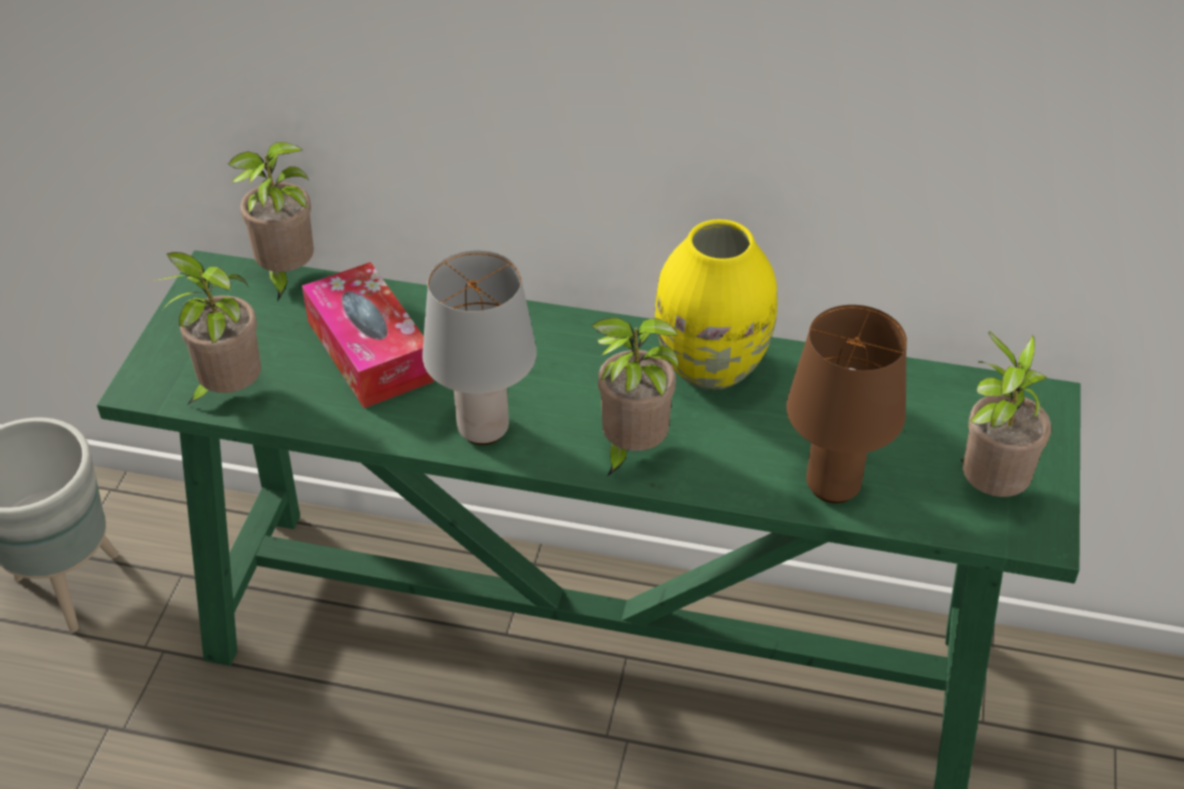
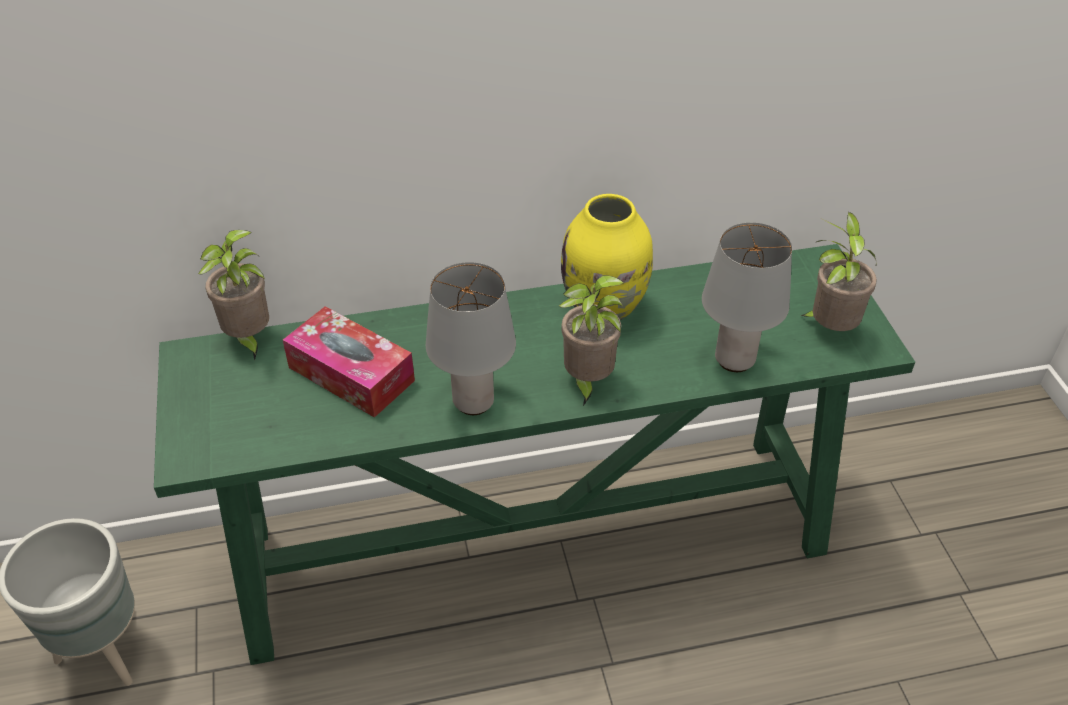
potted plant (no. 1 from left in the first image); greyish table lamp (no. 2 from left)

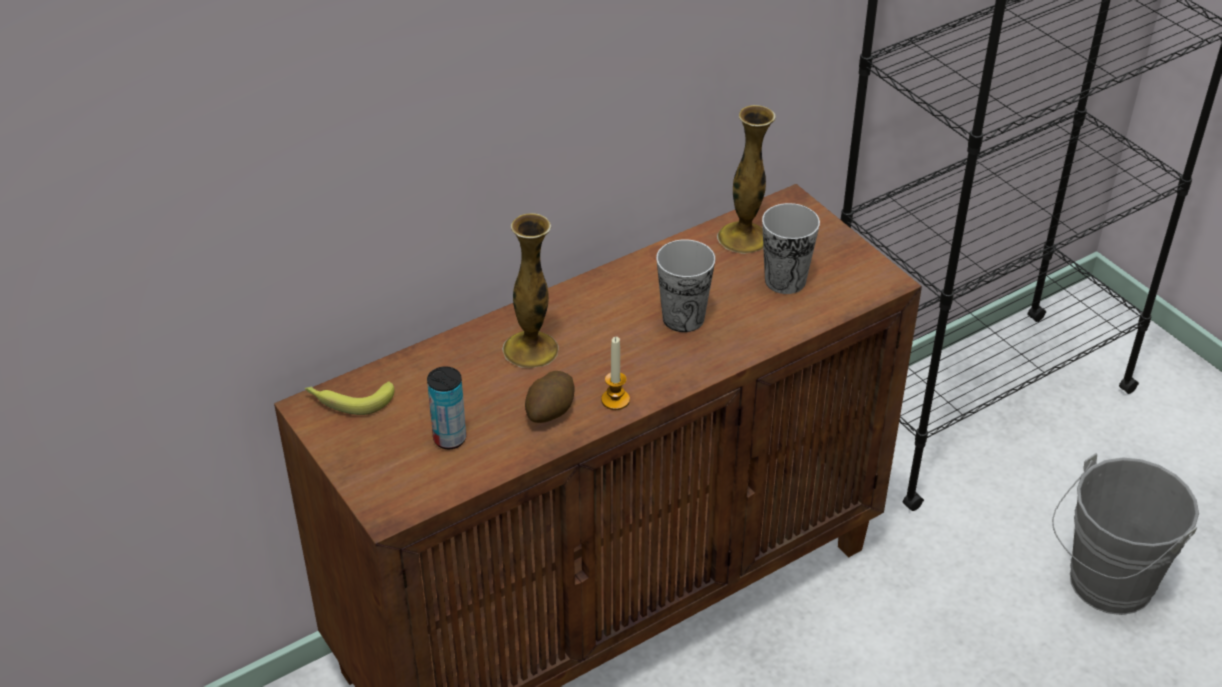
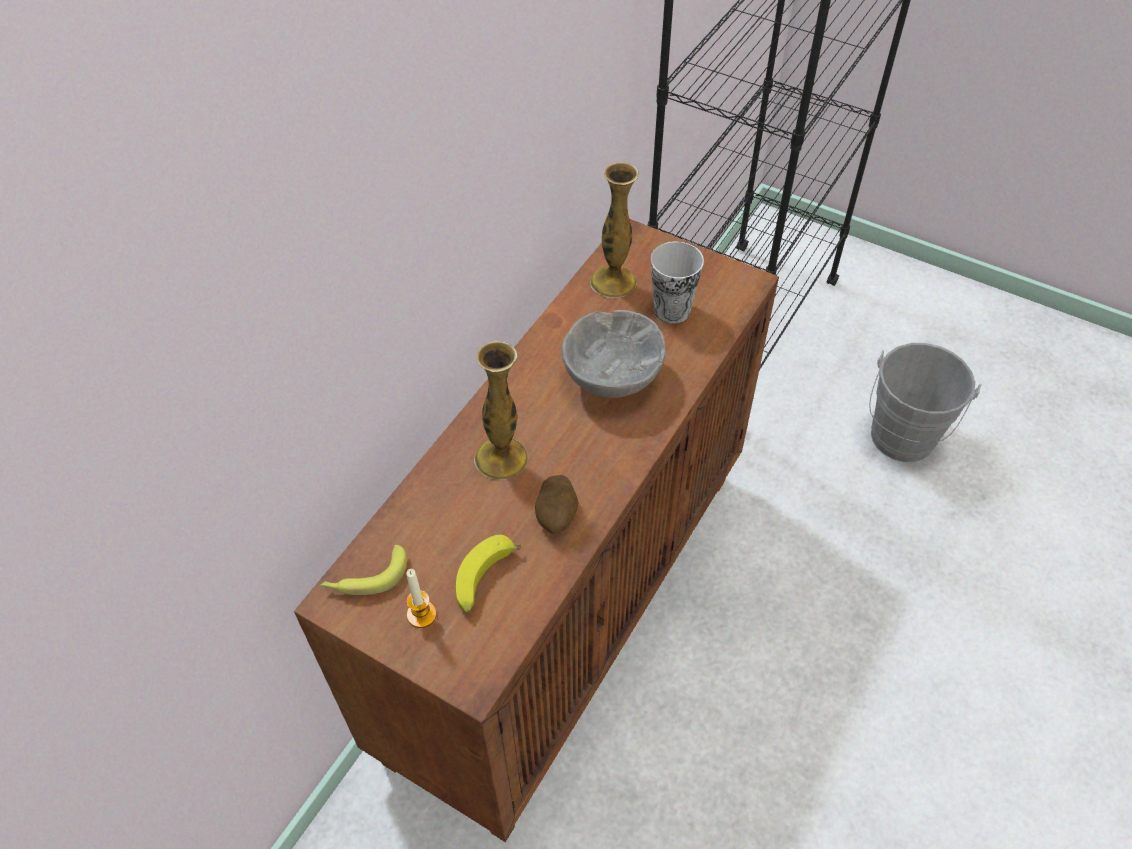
greyish bowl; wax light; whole banana (no. 2 from left)

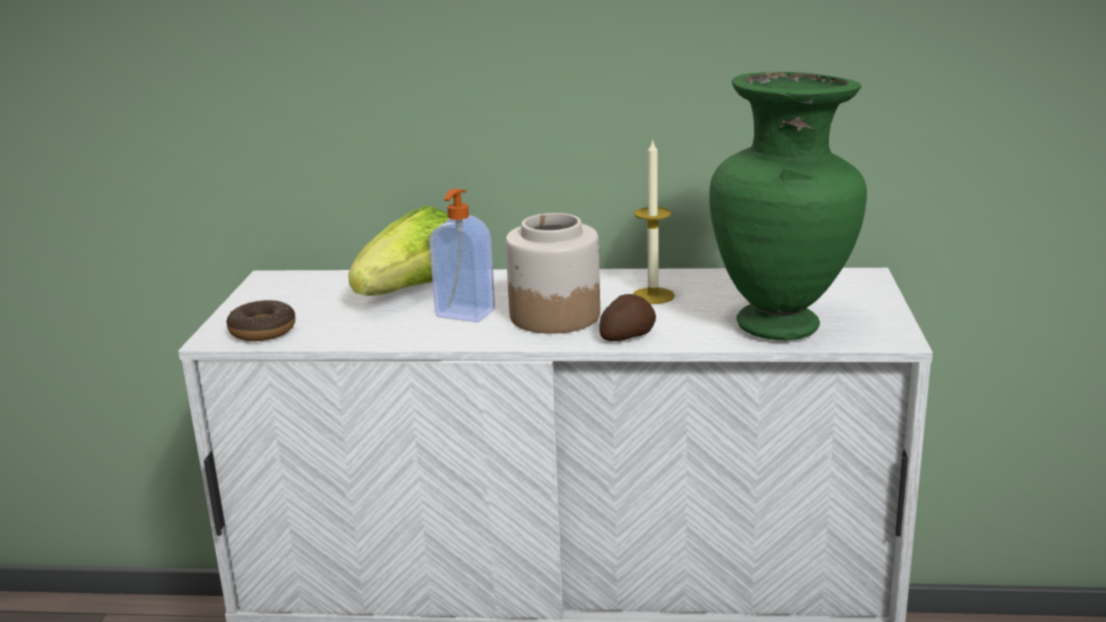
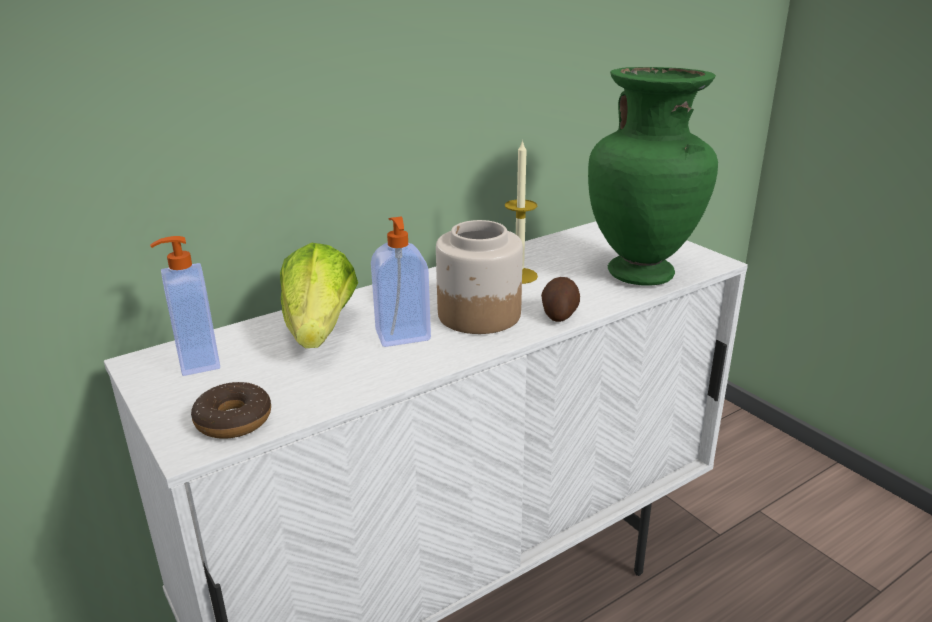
liquid soap bottle (no. 1 from left)

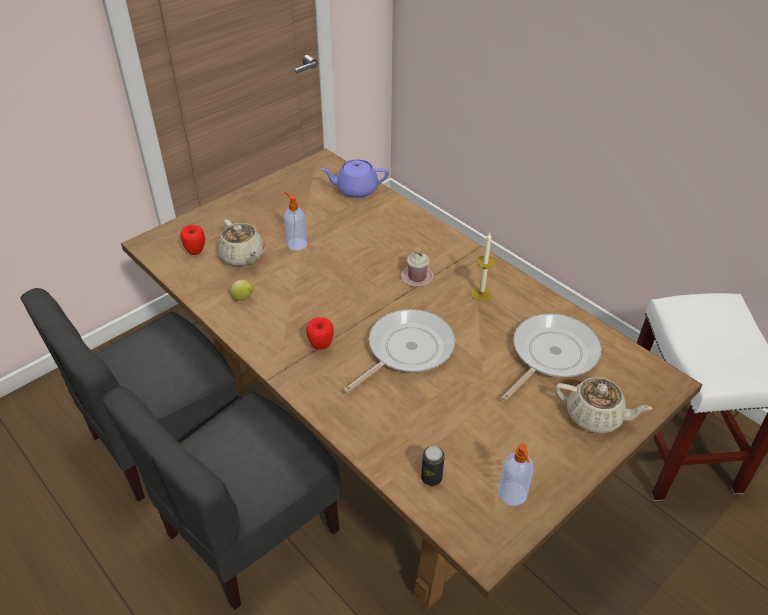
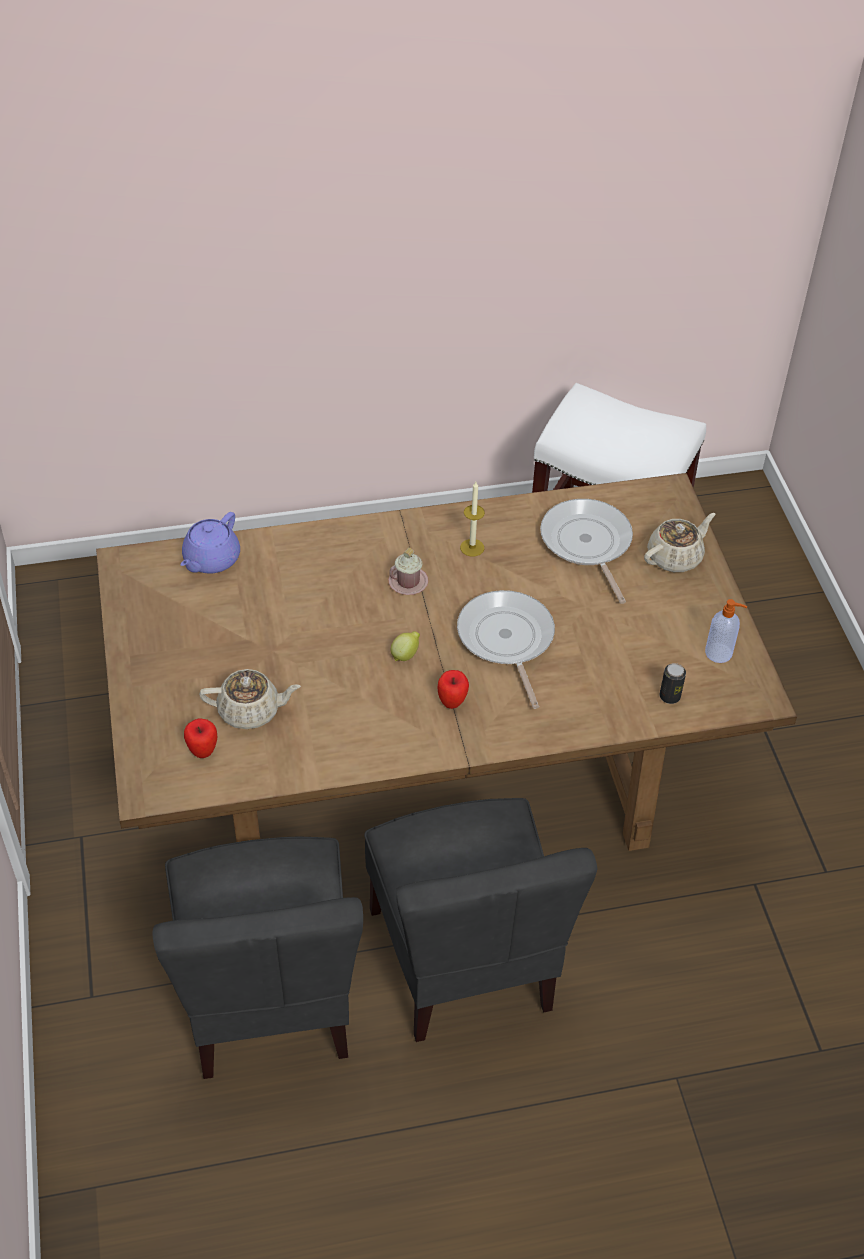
liquid soap bottle (no. 1 from left in the first image); whole lemon

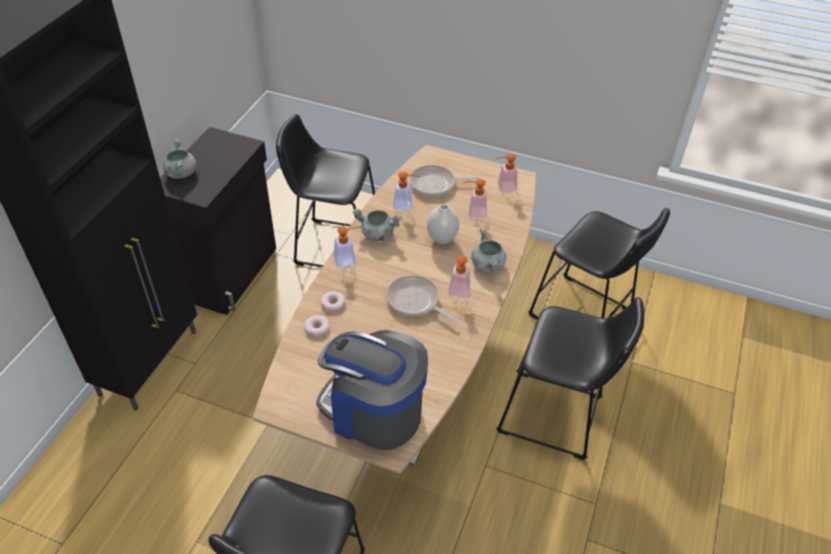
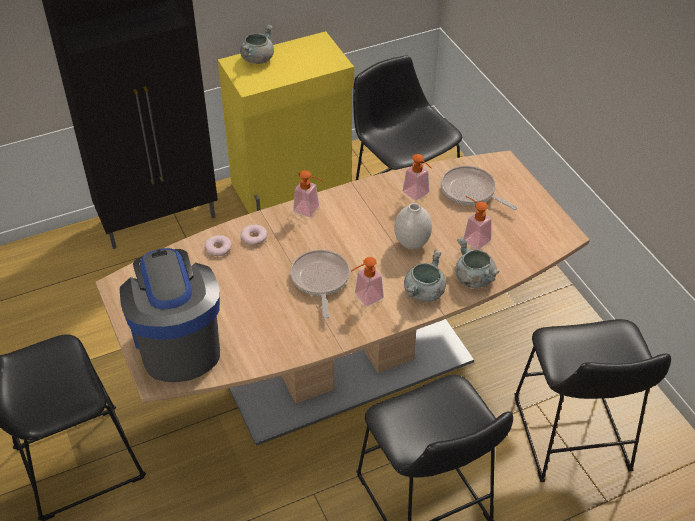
yellow-coloured cabinet; liquid soap bottle (no. 5 from left in the first image); greyish cooking pot (no. 3 from left)

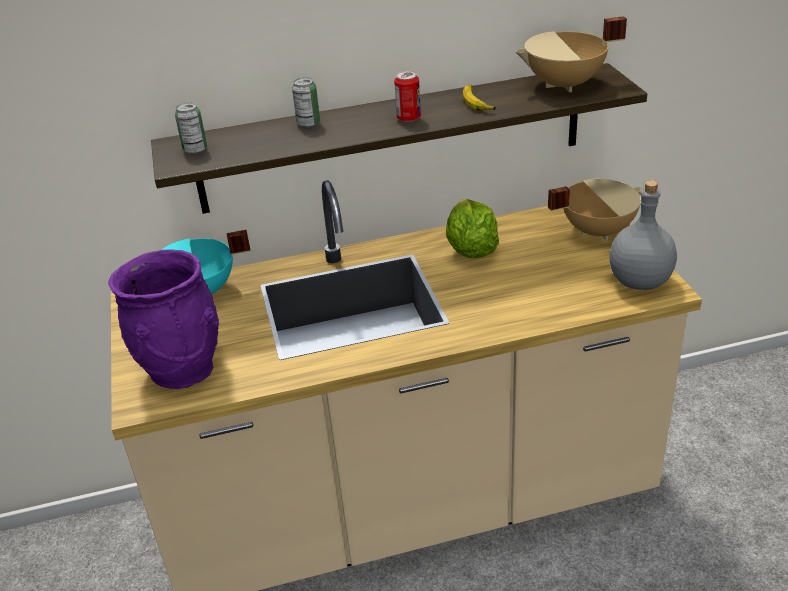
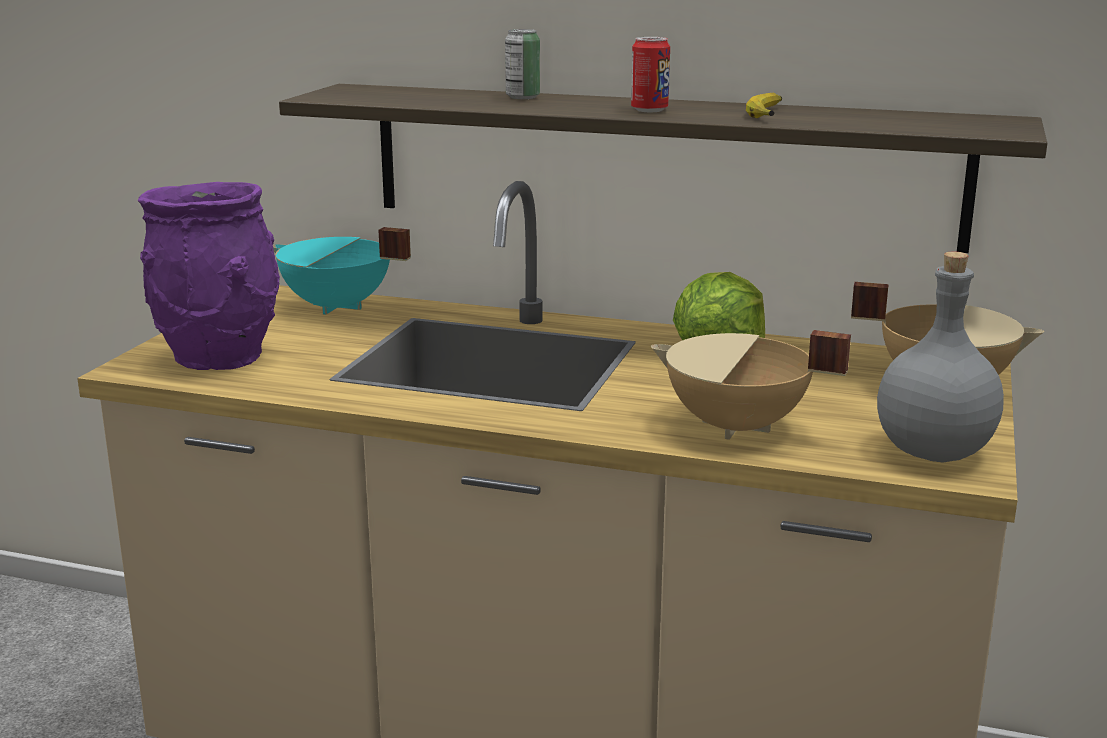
sand-coloured cooking pot (no. 1 from left); sealed can (no. 1 from left in the first image)

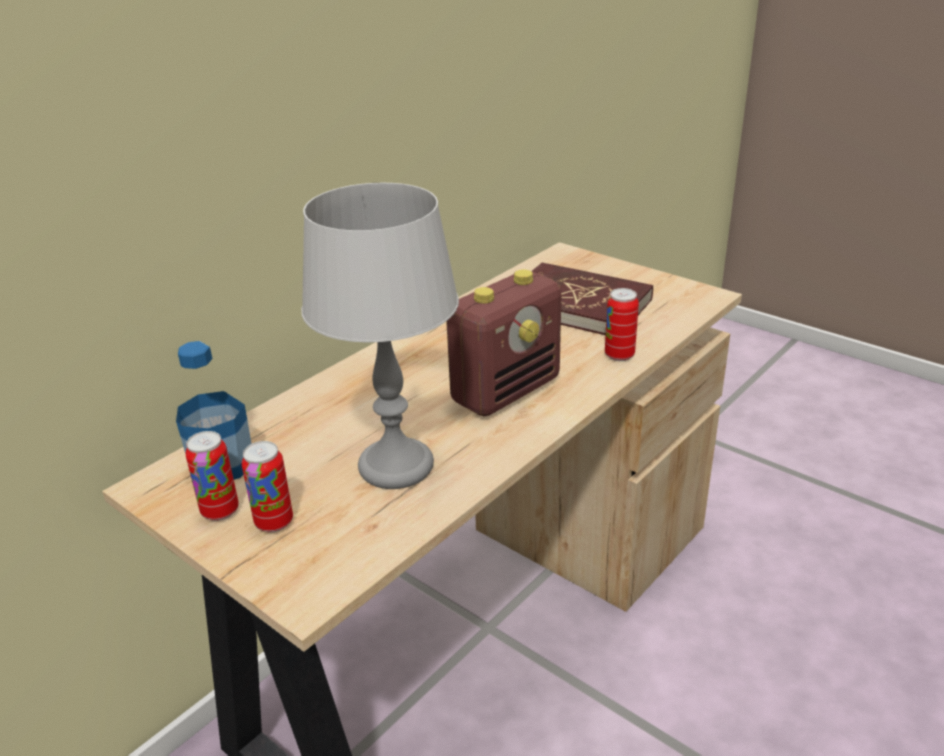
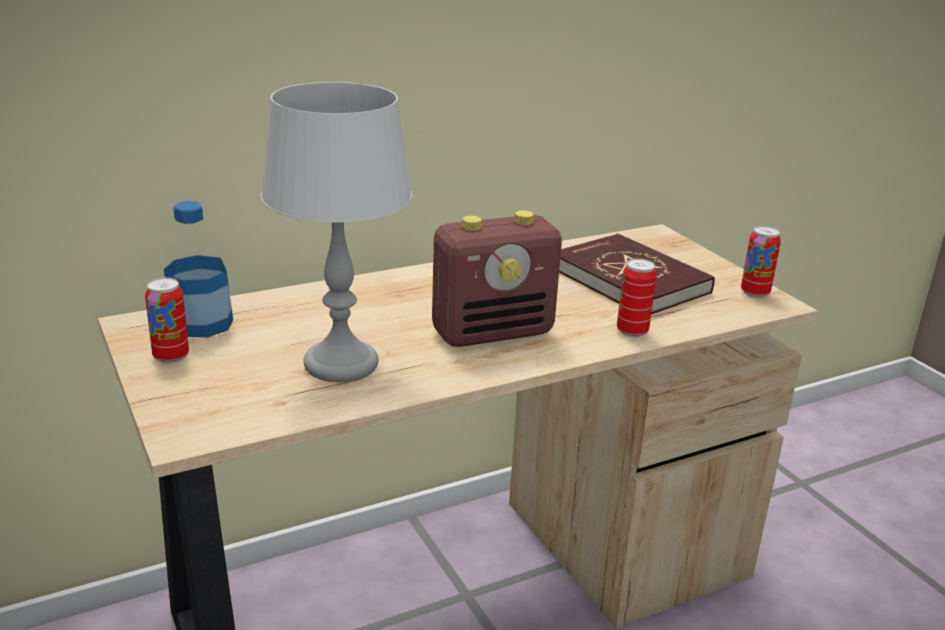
sealed can (no. 3 from left)

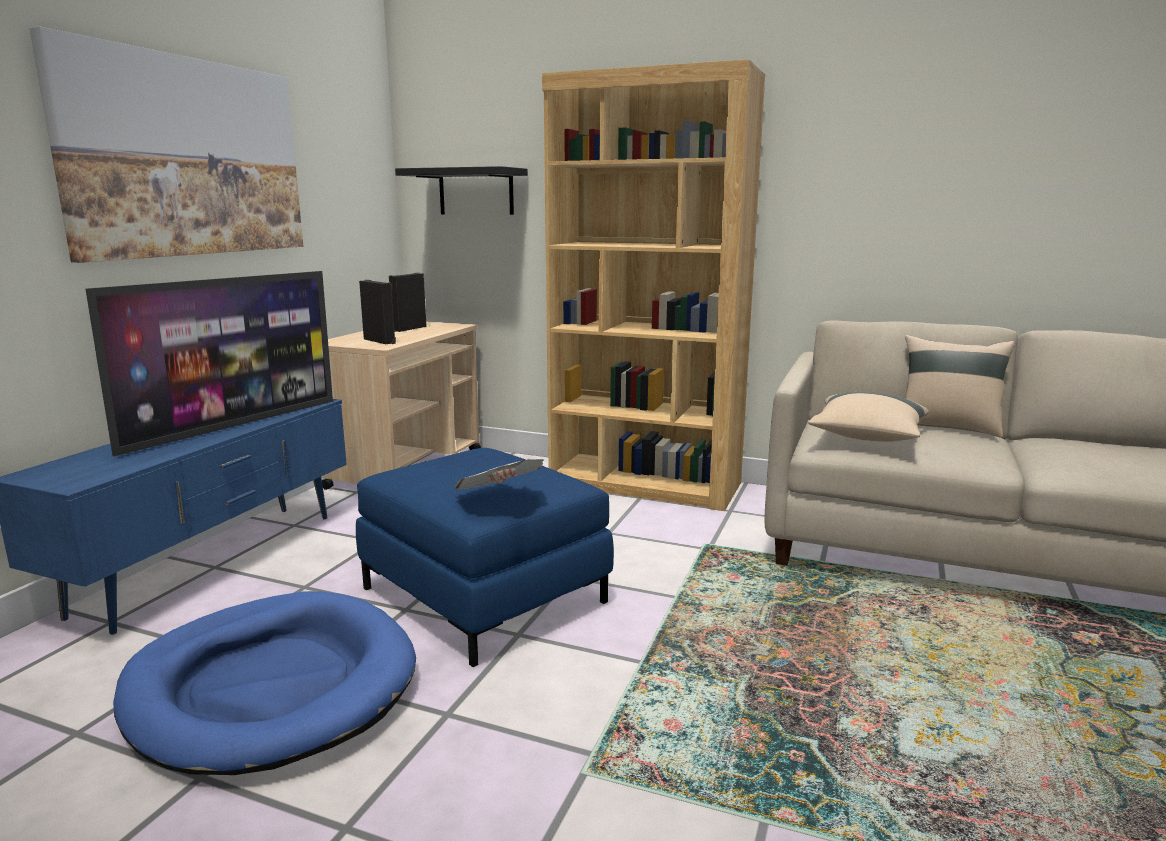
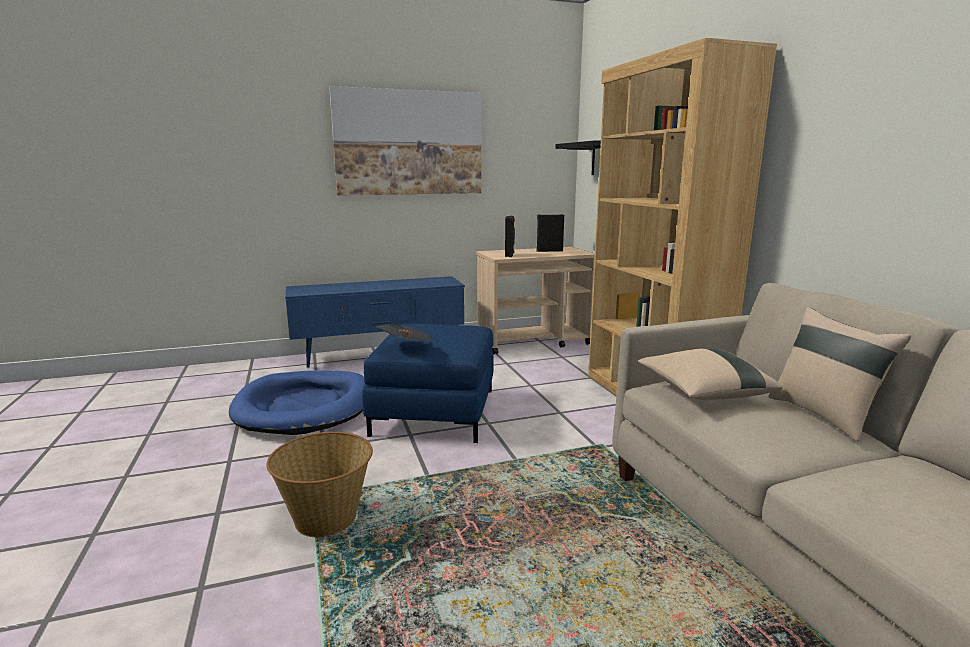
TV; basket

